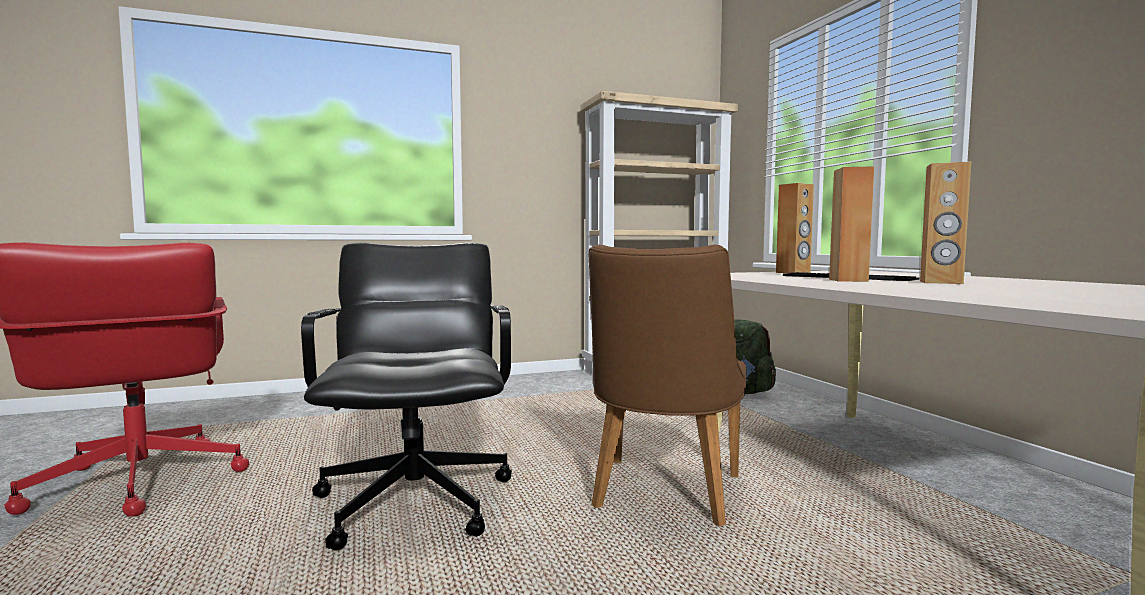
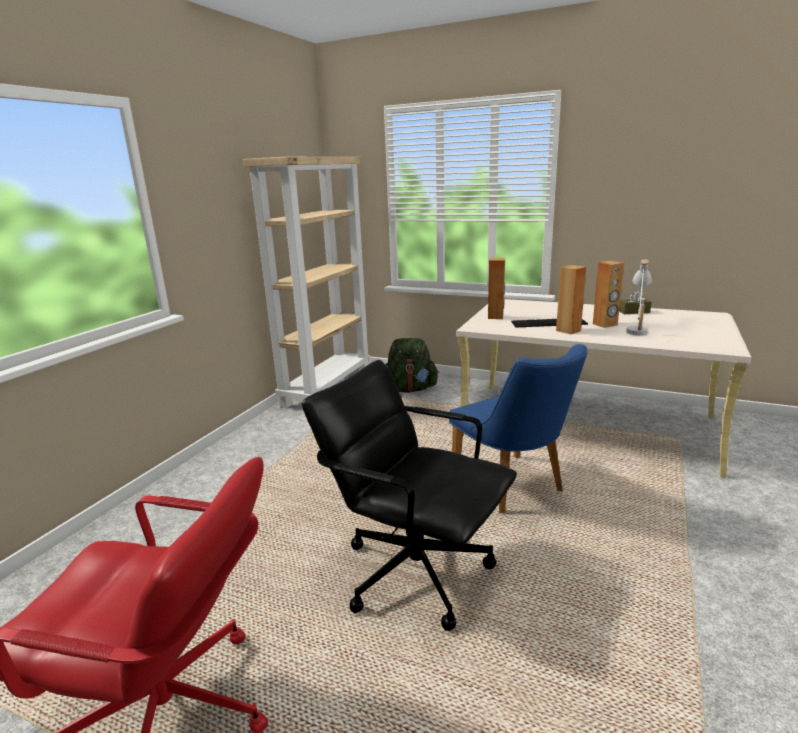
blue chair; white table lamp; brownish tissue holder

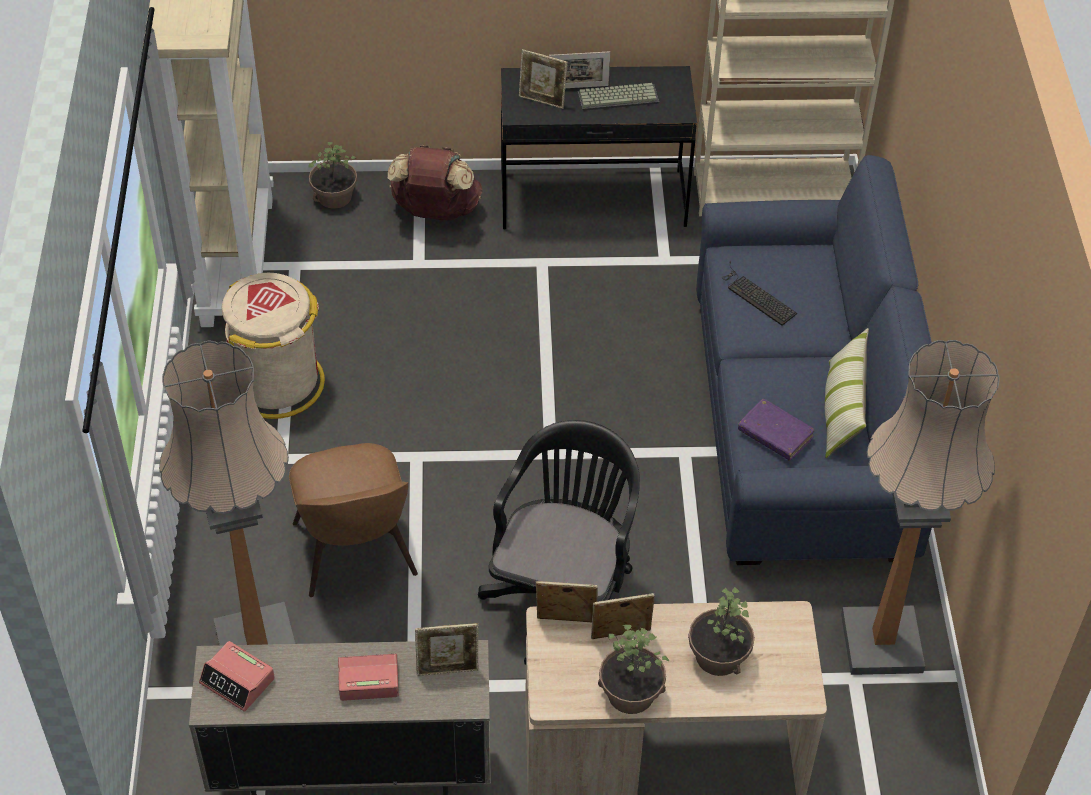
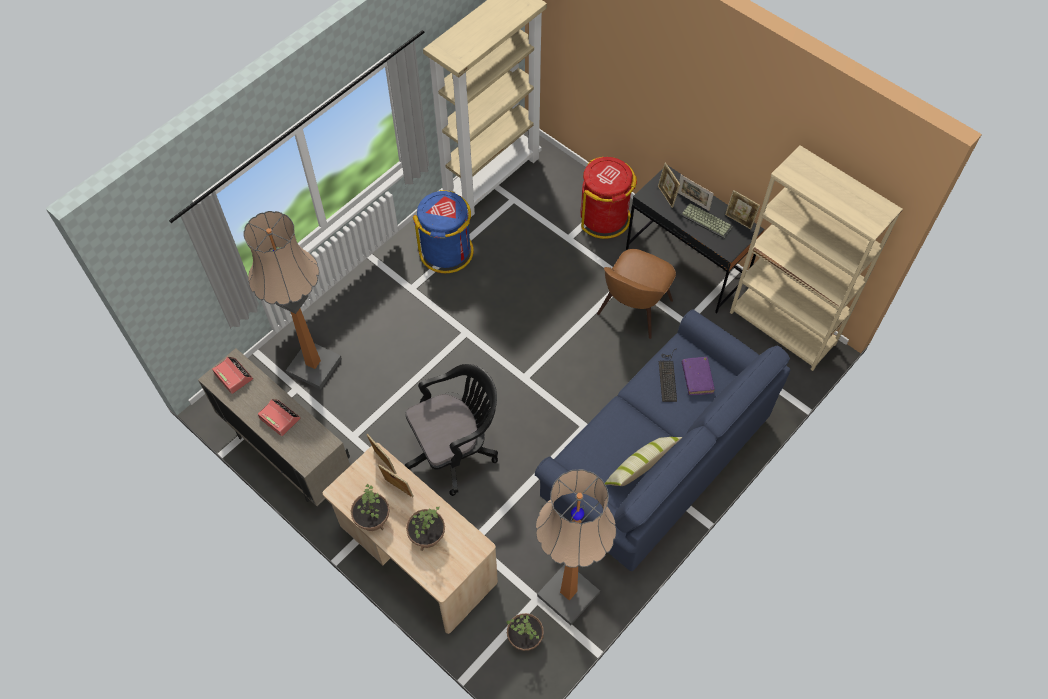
potted plant (no. 3 from left); red waste bin; blue waste bin; purple volume; brownish chair; picture frame (no. 5 from left); bedside clock (no. 1 from left)

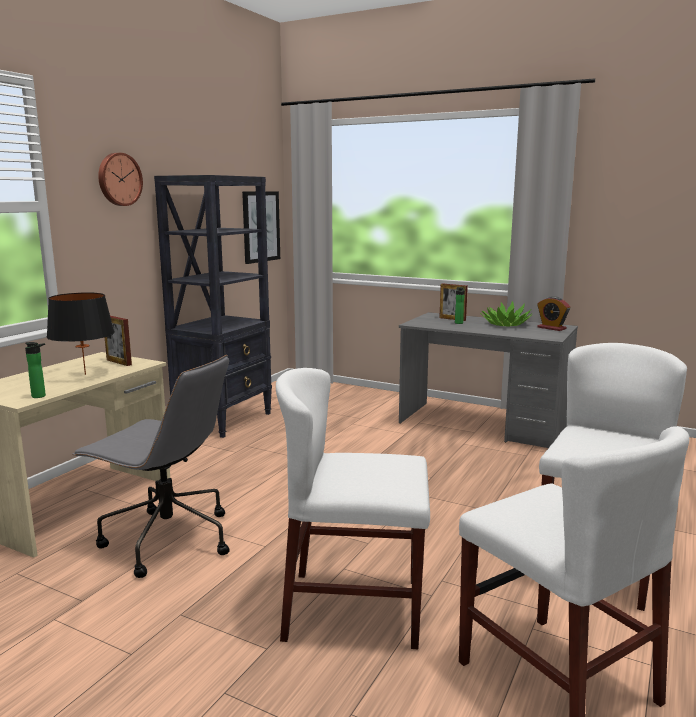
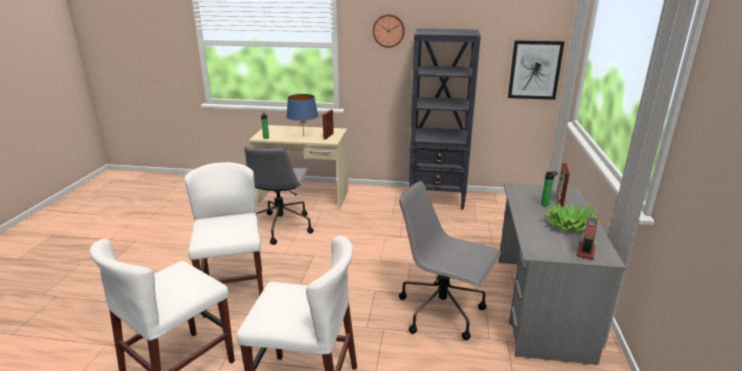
blue table lamp; greyish office chair (no. 2 from left)

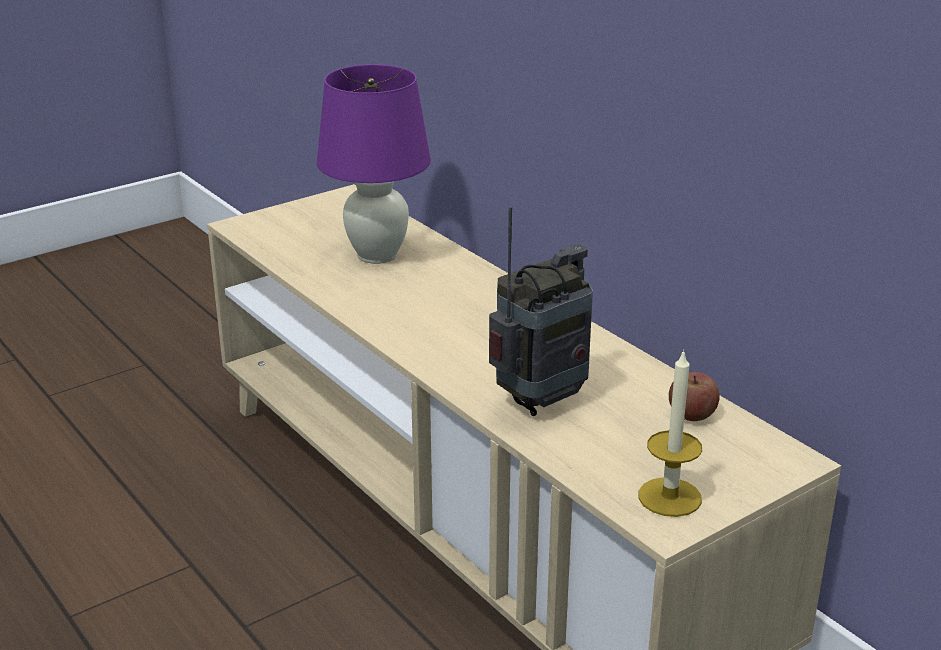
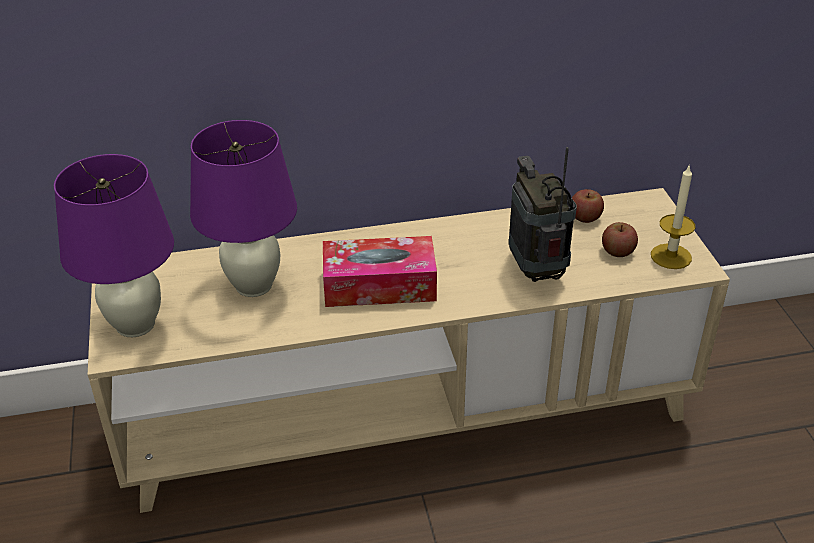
purple table lamp (no. 1 from left); whole apple (no. 2 from left); tissue holder

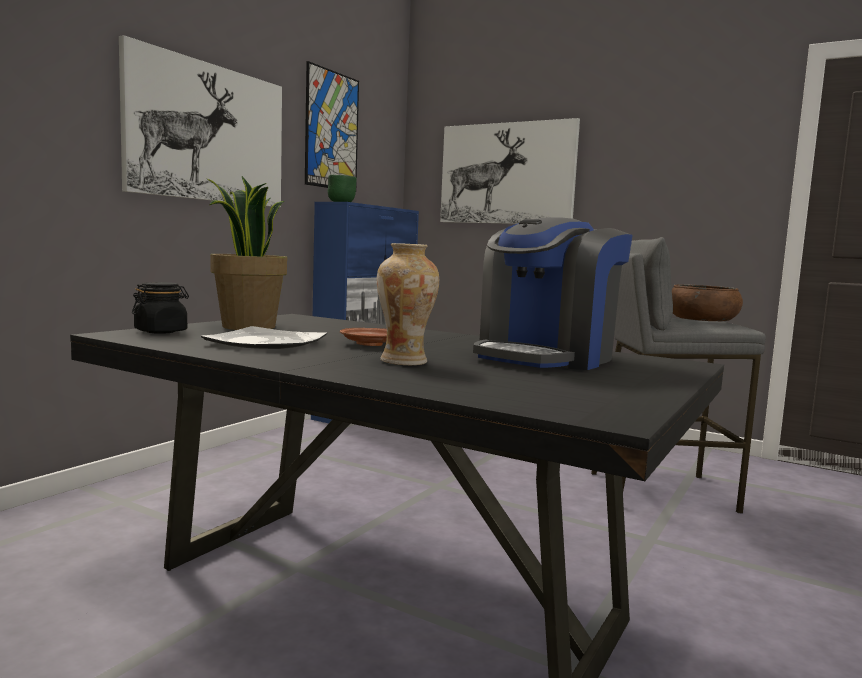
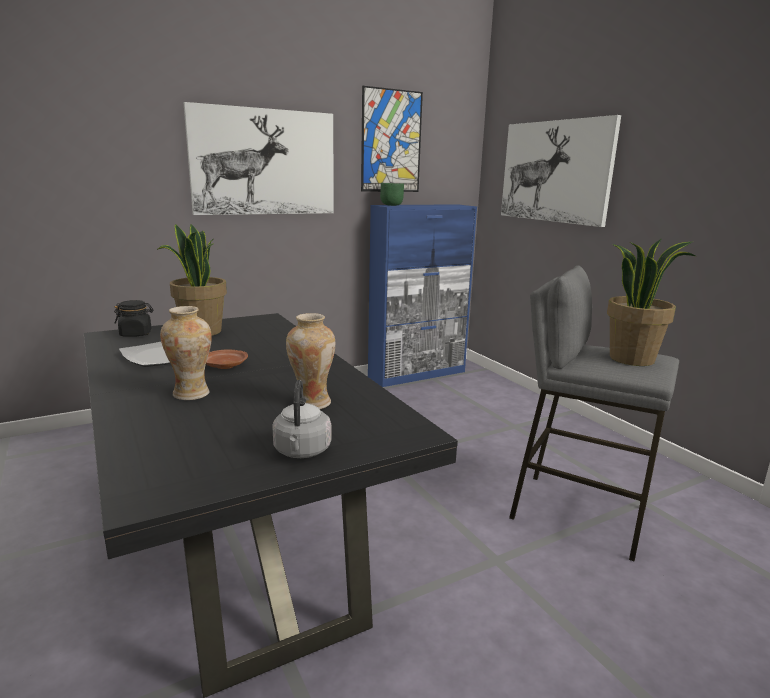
flower vase (no. 2 from left); potted plant (no. 2 from left); greyish kettle

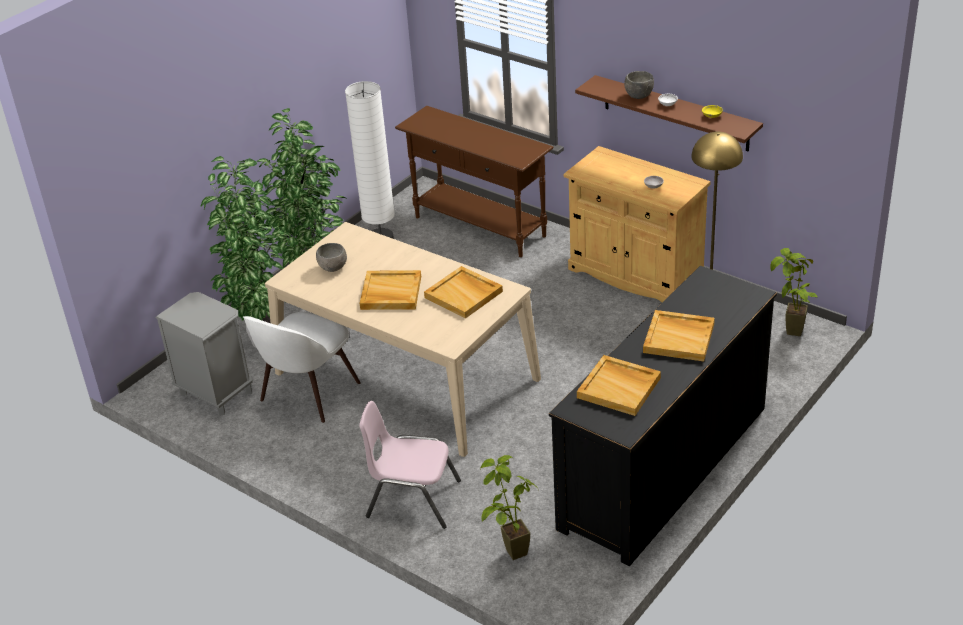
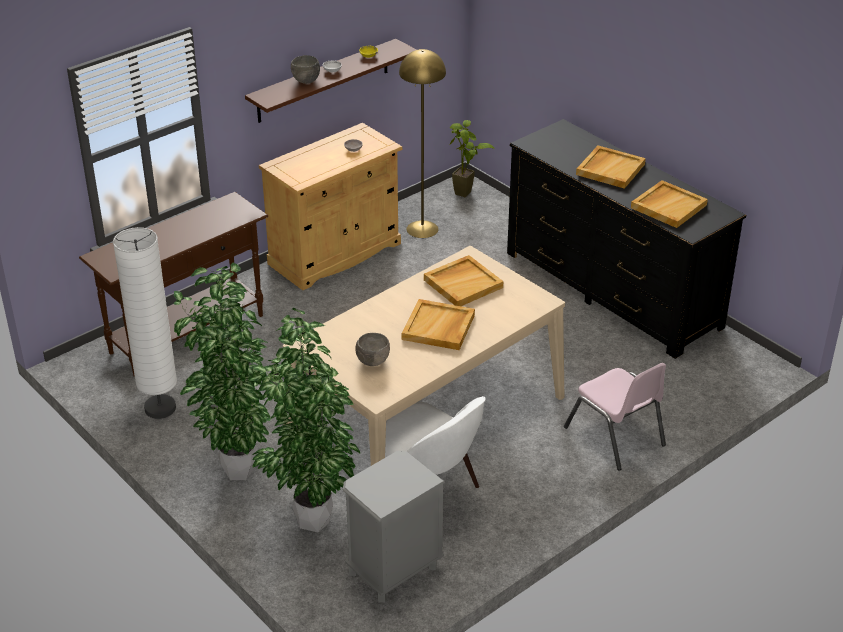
pink chair; potted plant (no. 3 from left in the first image)

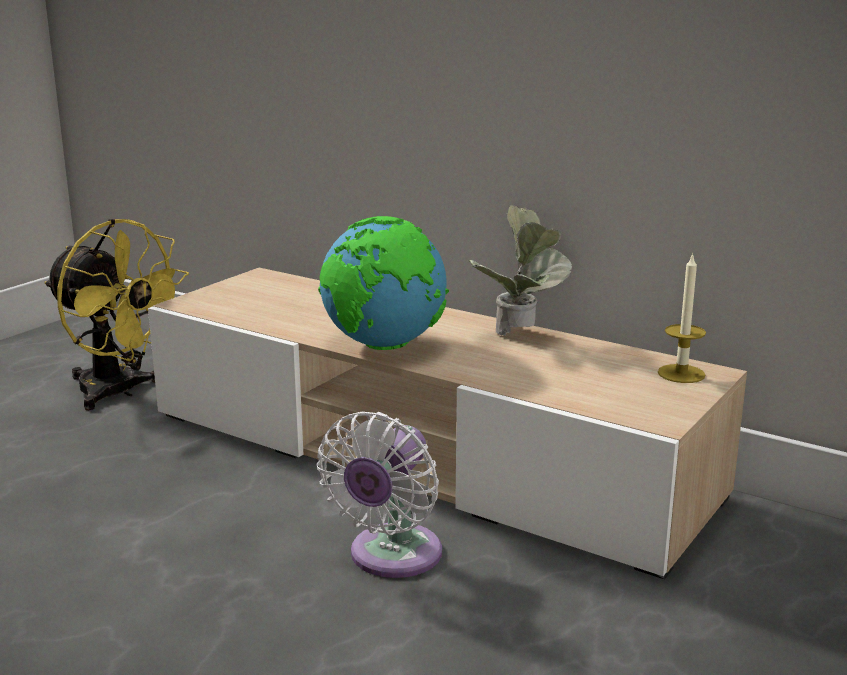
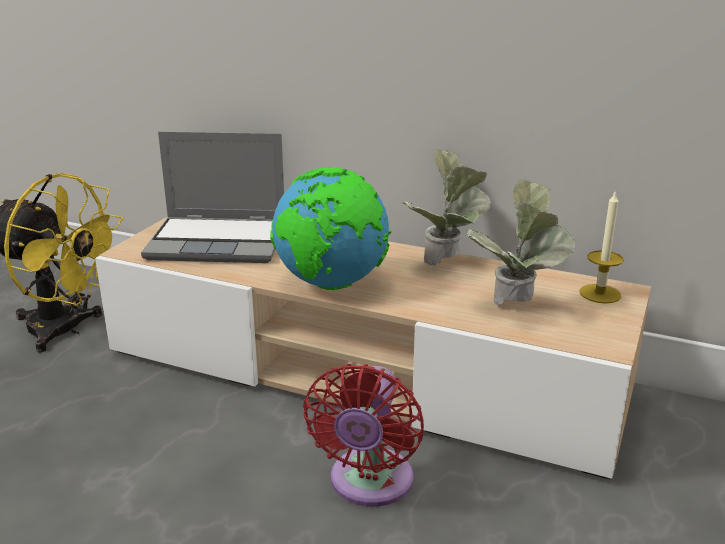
red electric fan; laptop; potted plant (no. 2 from left)

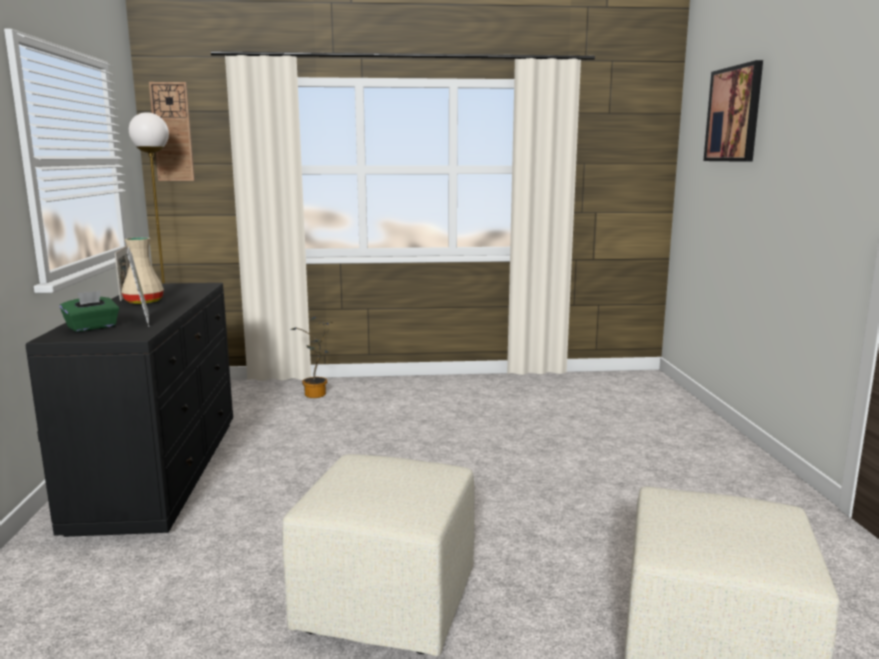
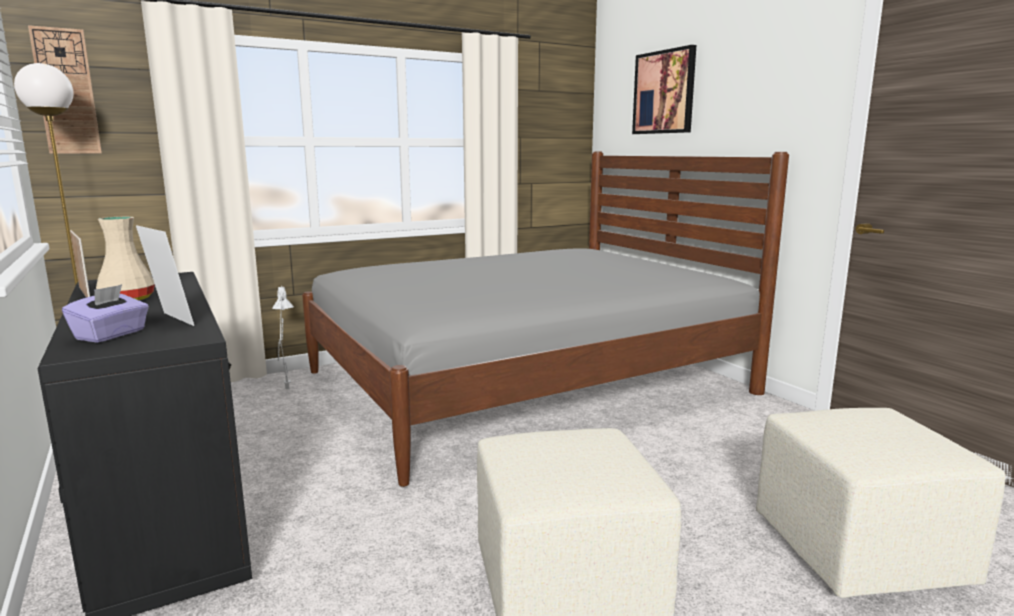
purple tissue holder; greyish table lamp; greyish bed

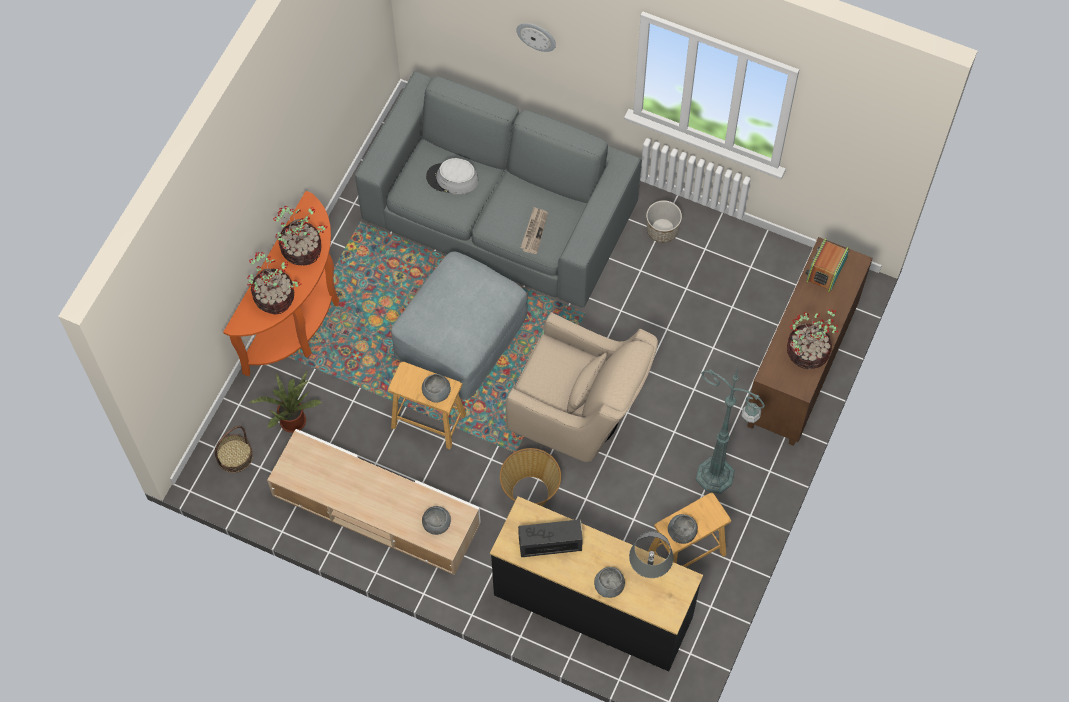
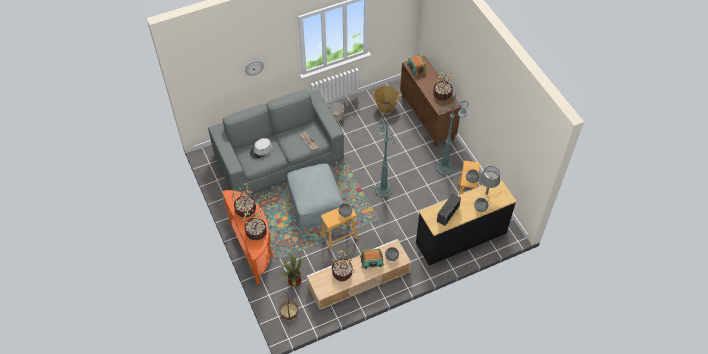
green standing lamp (no. 1 from left); basket (no. 2 from left); potted plant (no. 4 from left); radio receiver (no. 1 from left)

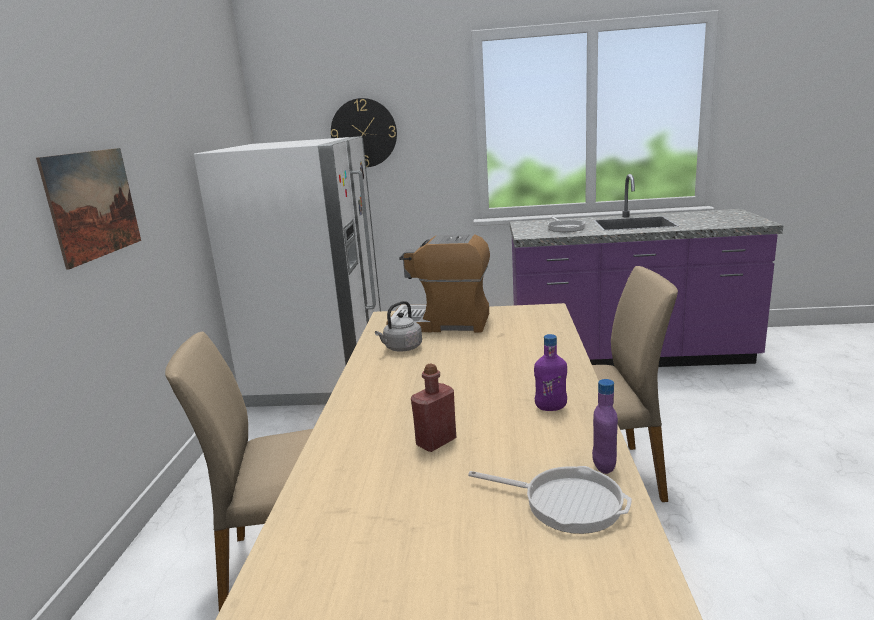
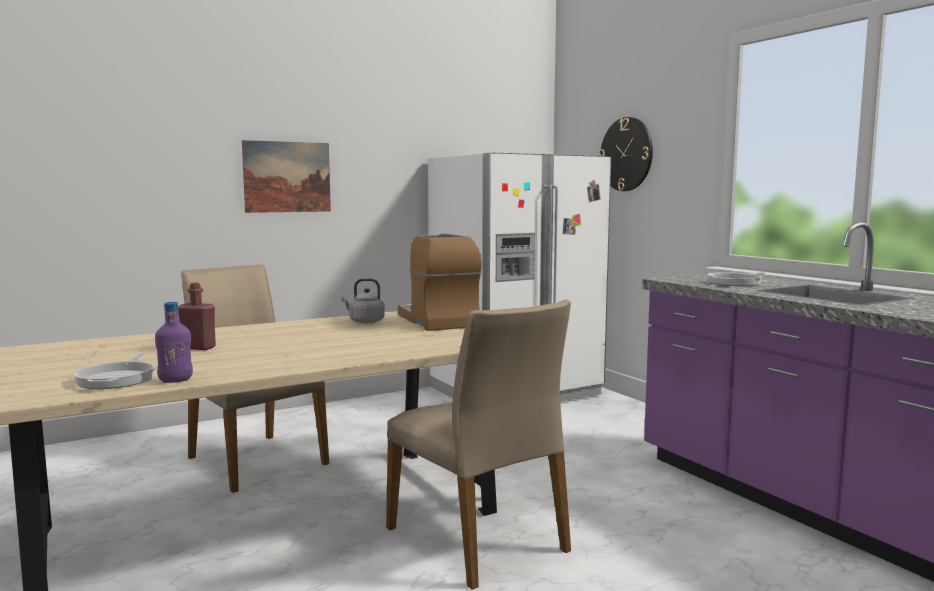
purple beverage bottle (no. 1 from left in the first image)

